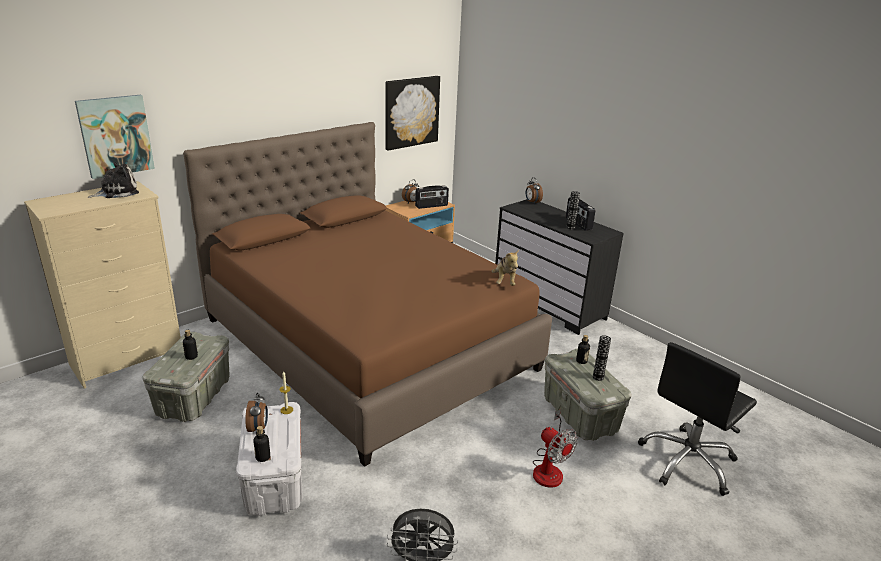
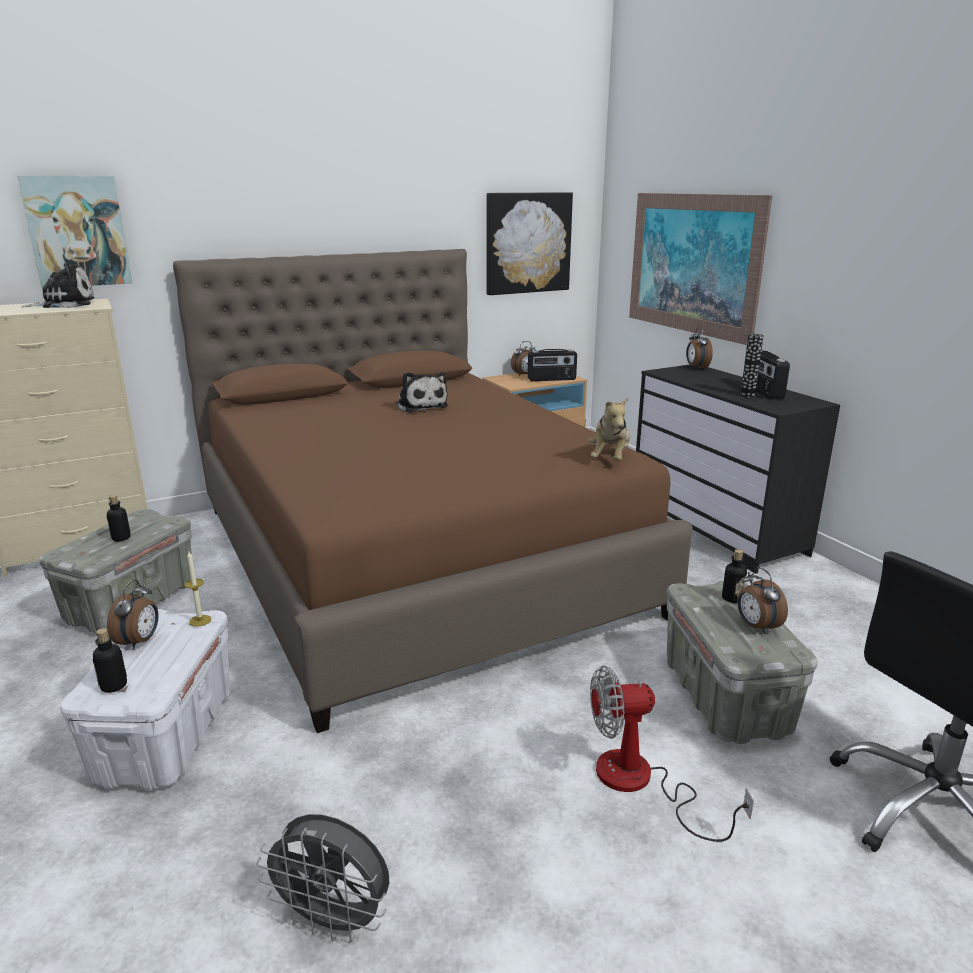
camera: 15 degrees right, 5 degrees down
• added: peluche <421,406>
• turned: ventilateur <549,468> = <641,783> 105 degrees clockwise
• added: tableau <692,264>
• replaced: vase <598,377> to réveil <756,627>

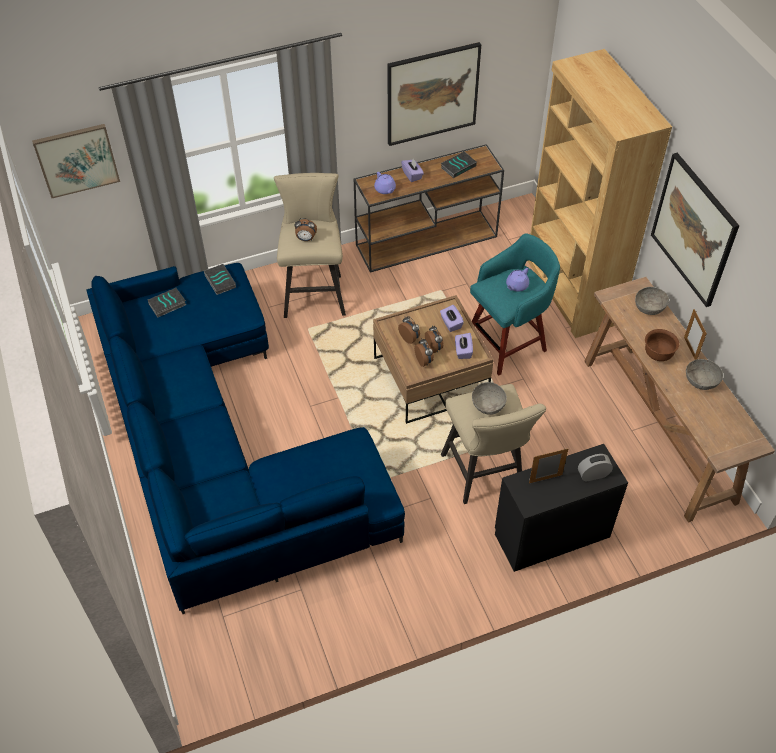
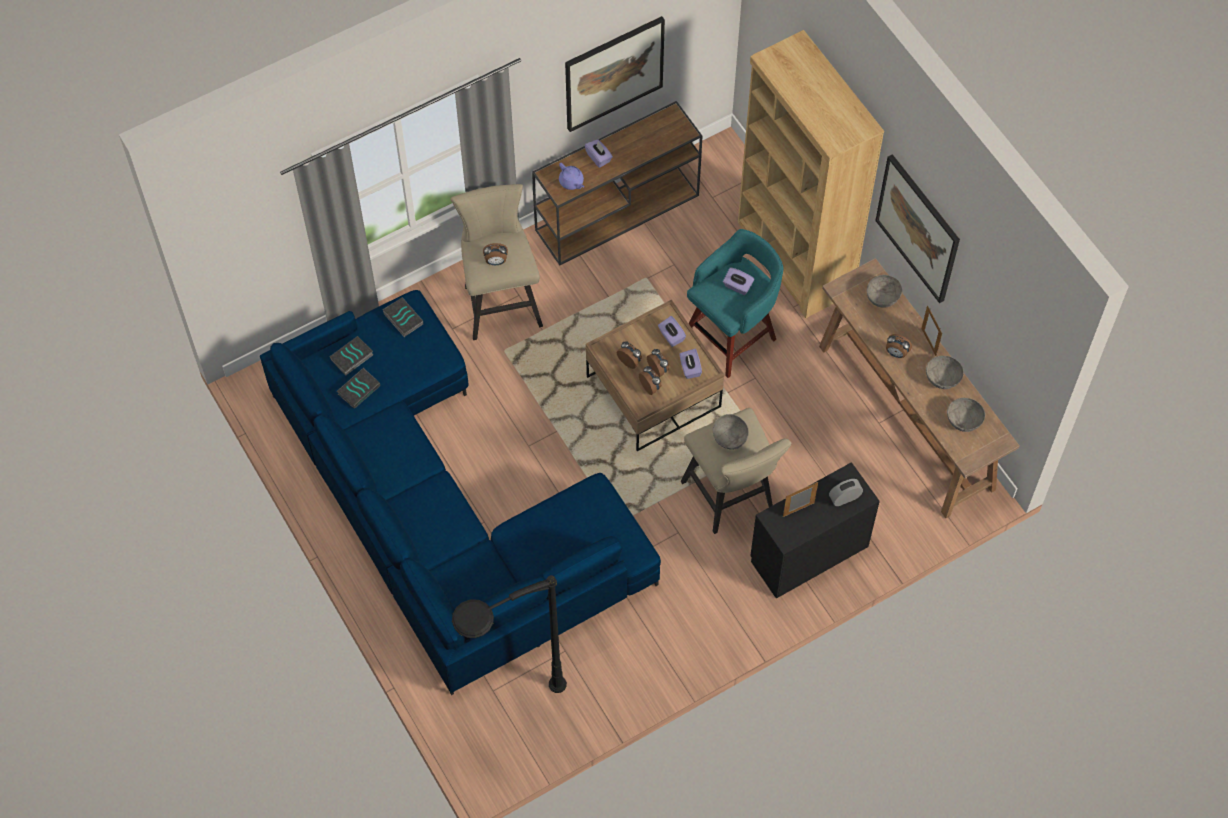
camera: 10 degrees left, 10 degrees up
• moved: livre <458,166> to <358,389>
• added: lampadaire (noir) <508,712>
• replaced: théière (violet) <516,286> to boîte à mouchoirs (violet) <737,286>
• replaced: bol (marron) <658,354> to réveil <896,353>
• added: bol (gris) <963,420>
• removed: tableau <77,160>

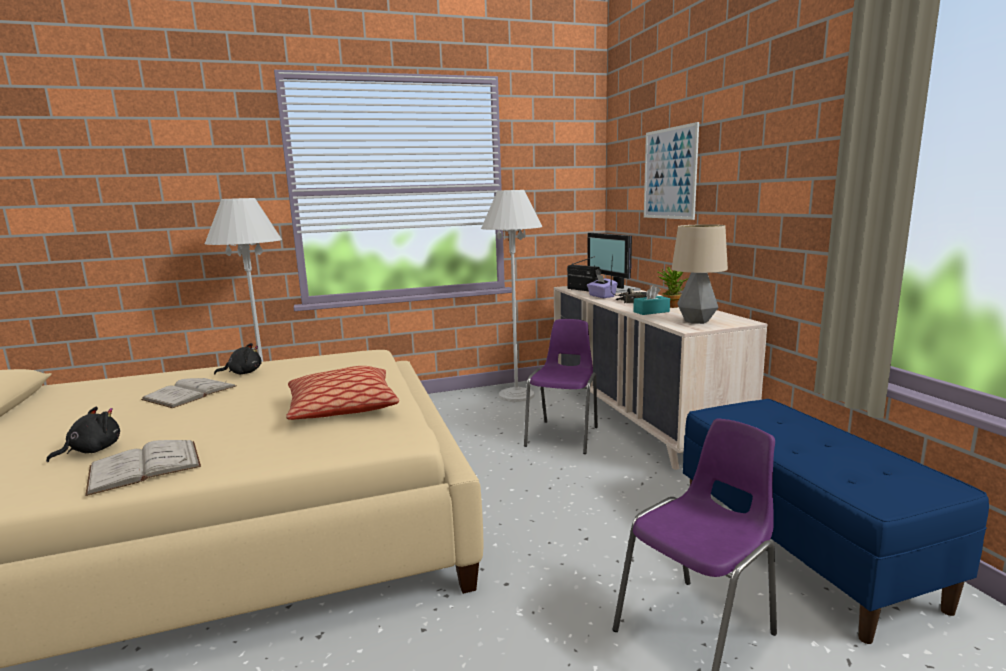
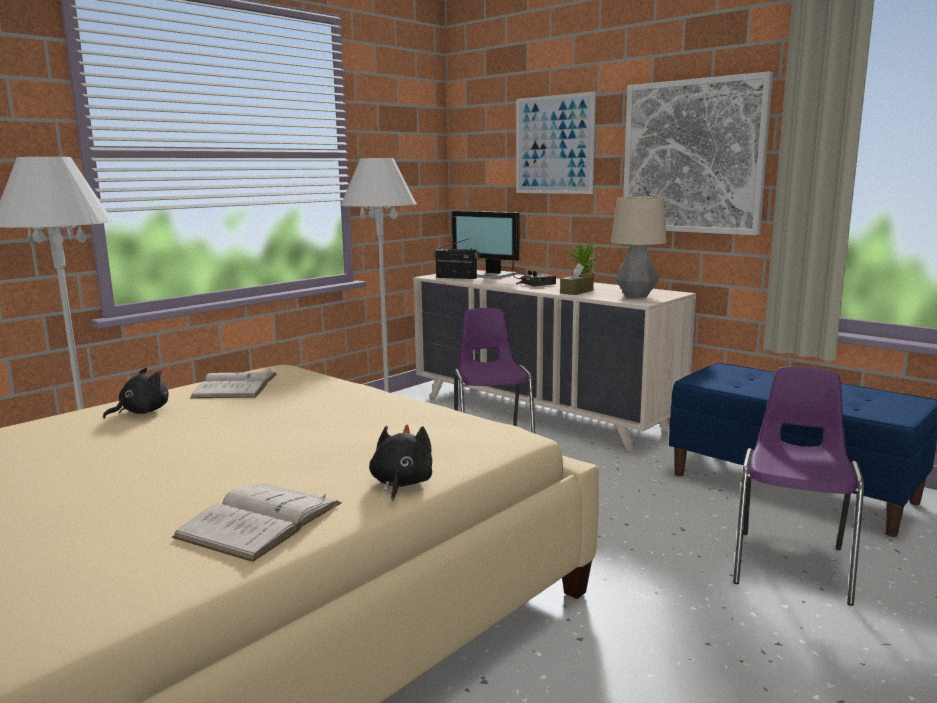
camera: 30 degrees left, 0 degrees up
• moved: livre (blanc) <190,393> to <235,386>
• moved: peluche (noir) <92,451> to <401,484>
• recoloured: boîte à mouchoirs (turquoise) <651,312> to boîte à mouchoirs (marron) <576,292>
• added: tableau <692,157>
• removed: coussin <342,408>
• removed: boîte à mouchoirs (violet) <601,296>

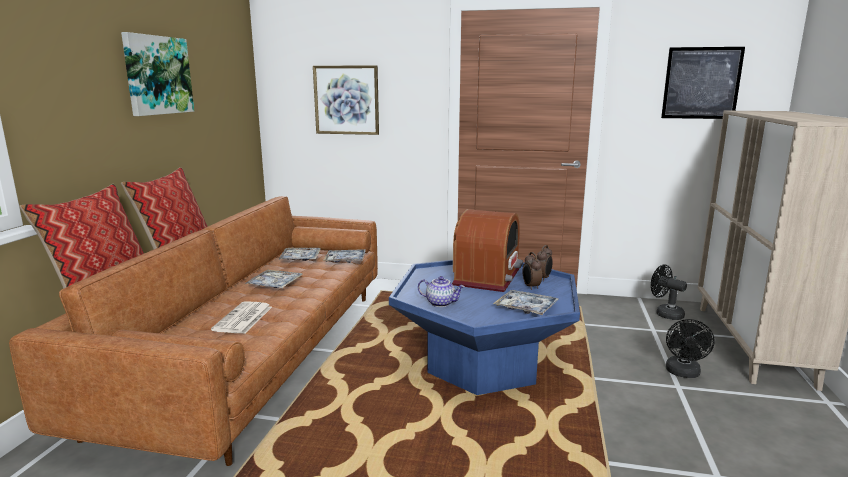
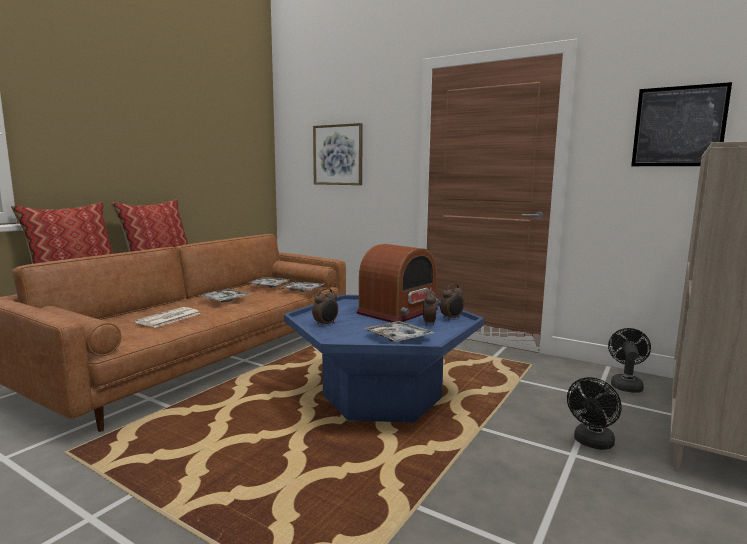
camera: 20 degrees right, 5 degrees down
• replaced: théière <441,303> to réveil <326,324>
• turned: ventilateur (noir) <665,314> = <625,385> 45 degrees clockwise
• removed: tableau <157,75>

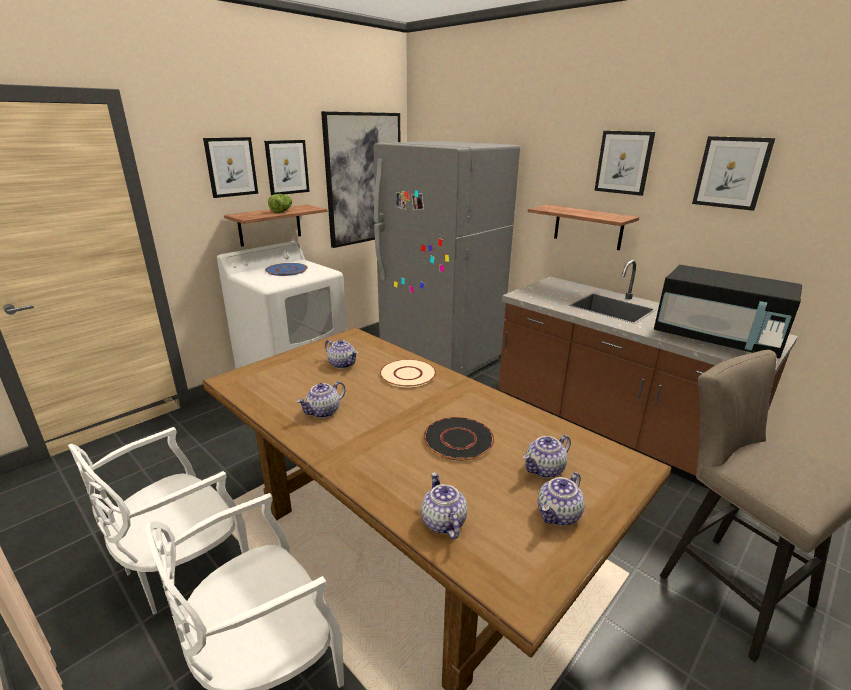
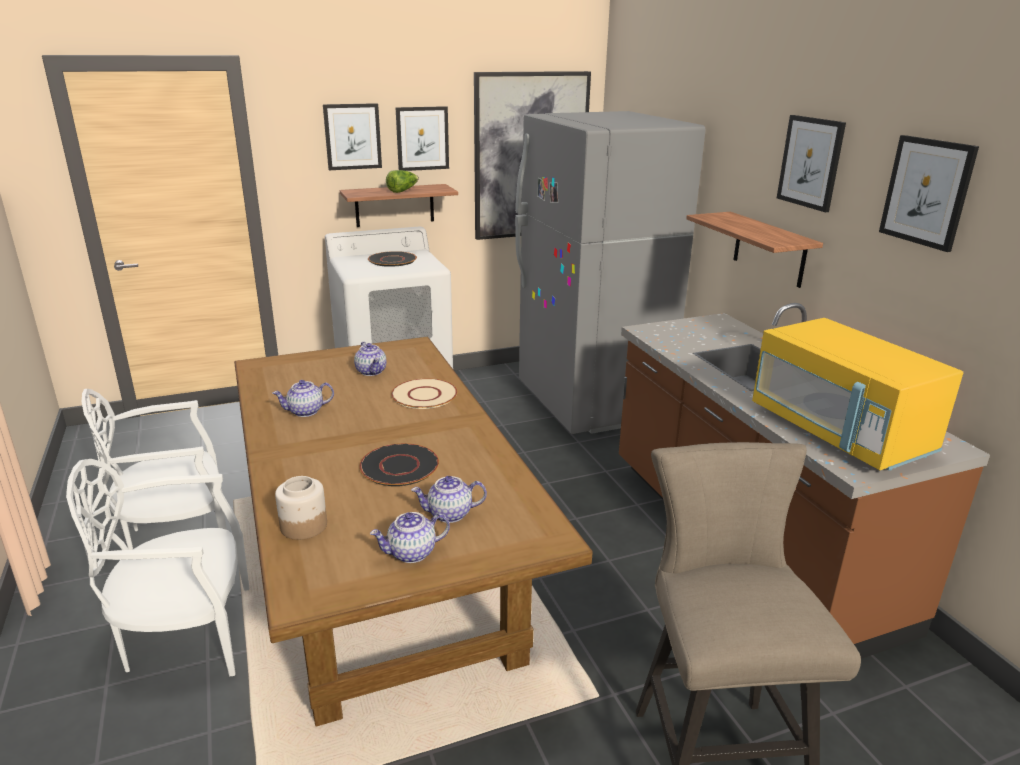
camera: 25 degrees right, 0 degrees up
• replaced: théière <442,522> to bocal <303,526>
• recoloured: assiette (bleu) <286,270> to assiette (noir) <392,260>
• recoloured: micro-ondes (noir) <716,340> to micro-ondes (jaune) <839,432>

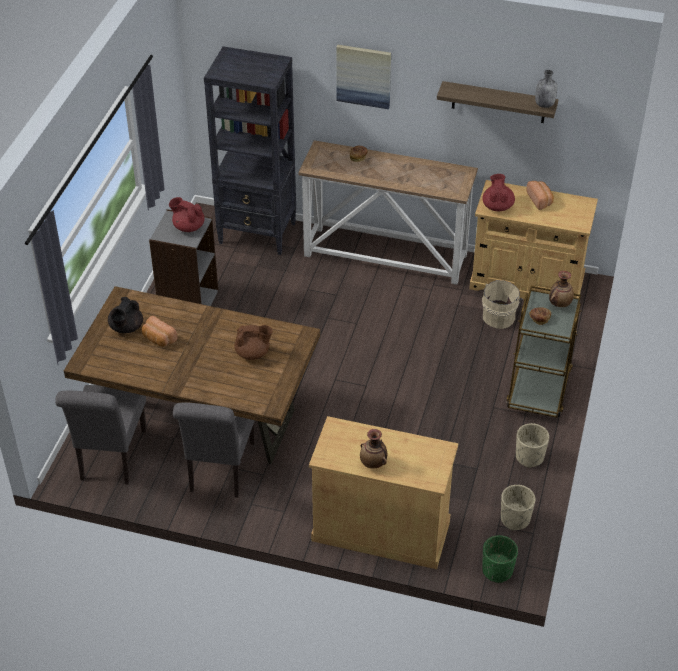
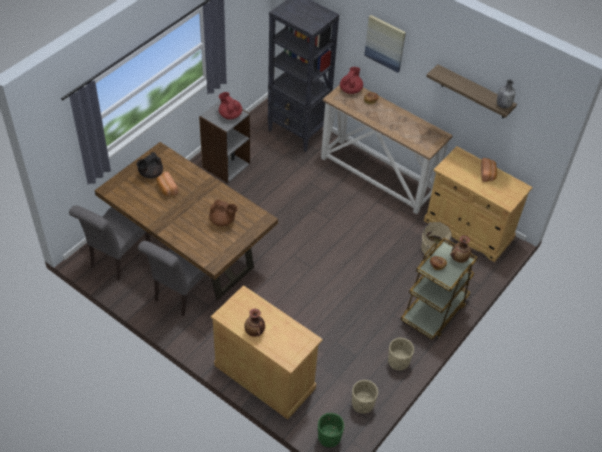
camera: 20 degrees right, 5 degrees up
• moved: théière (rouge) <497,206> to <351,90>

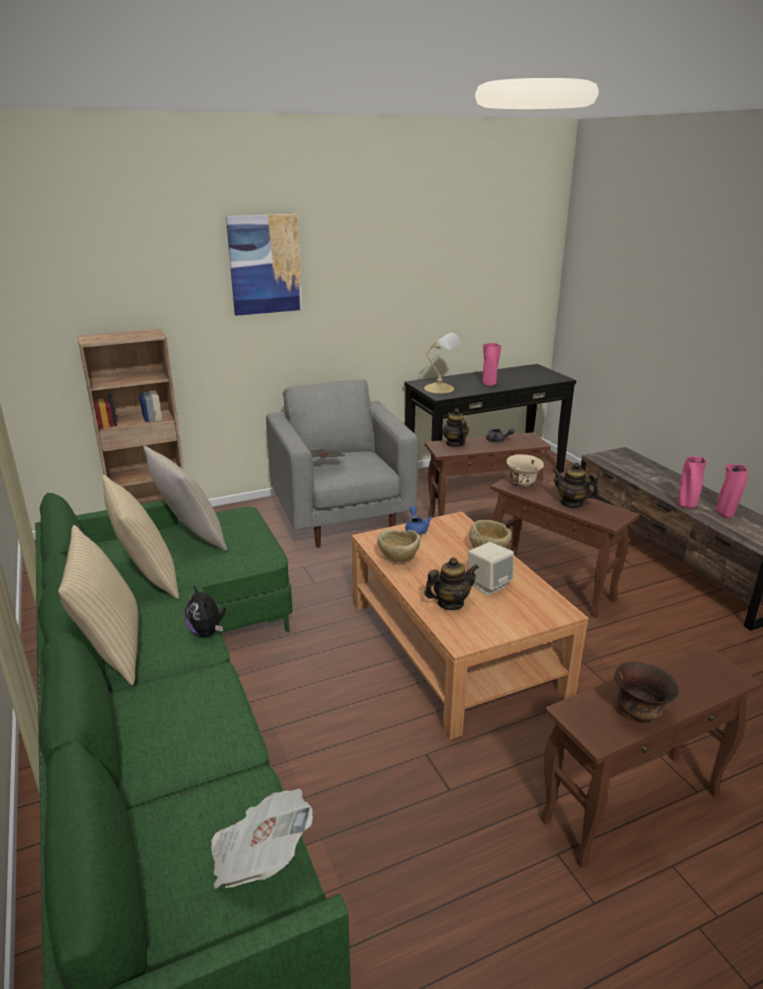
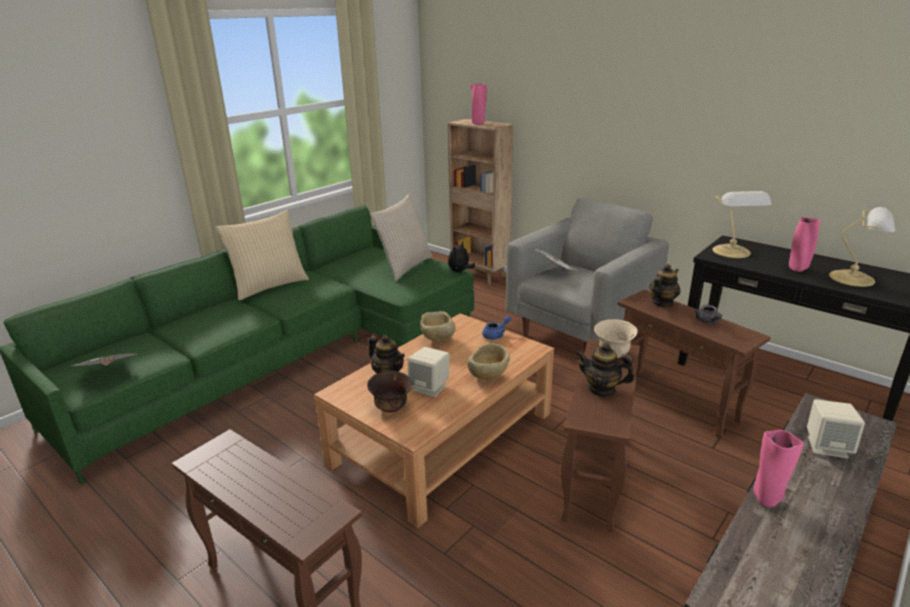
camera: 65 degrees right, 0 degrees up
• moved: bol (marron) <639,712> to <391,408>
• moved: peluche <207,632> to <460,272>
• moved: vase (rose) <725,515> to <479,123>
• turned: théière <572,503> = <601,389> 75 degrees counterclockwise
• added: enceinte (beige) <827,447>
• added: lampe de table <854,278>
• removed: coussin (beige) <147,578>
• removed: tableau <264,264>

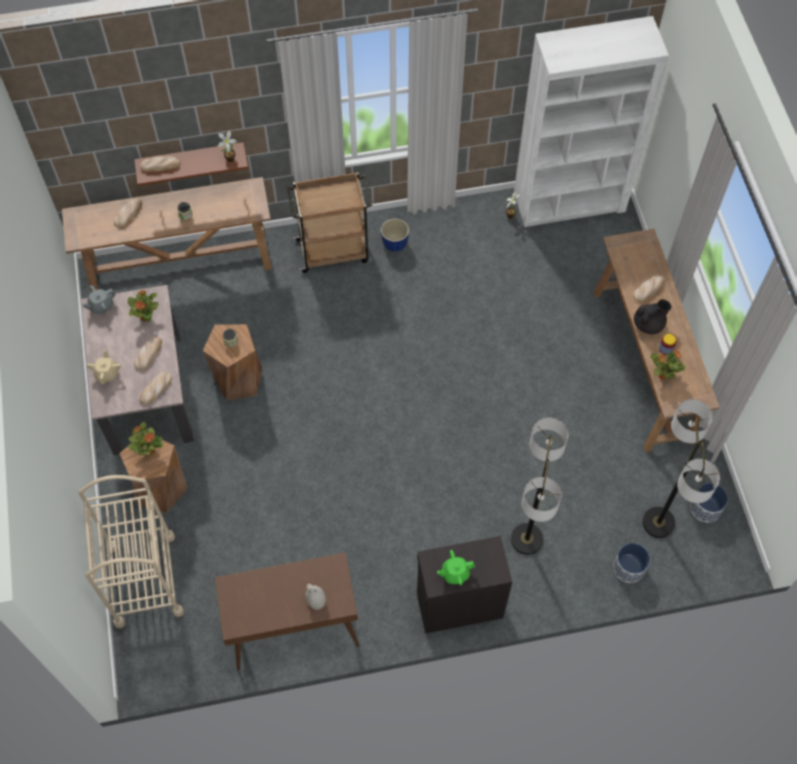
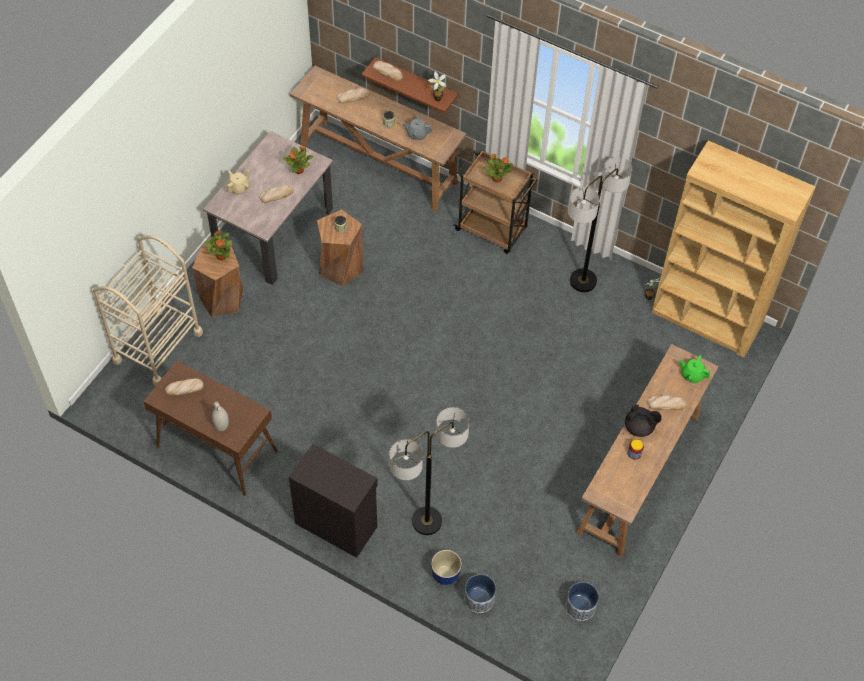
camera: 40 degrees right, 5 degrees down
• moved: pain <155,389> to <184,388>
• moved: théière (gris) <101,306> to <417,134>
• moved: cache-pot <395,244> to <445,575>
• moved: plante en pot <662,374> to <496,178>
• moved: lampadaire <658,522> to <583,281>
• recoloured: bibliothèque (blanc) <570,201> to bibliothèque (marron) <706,319>
• moved: théière (vert) <455,573> to <692,375>

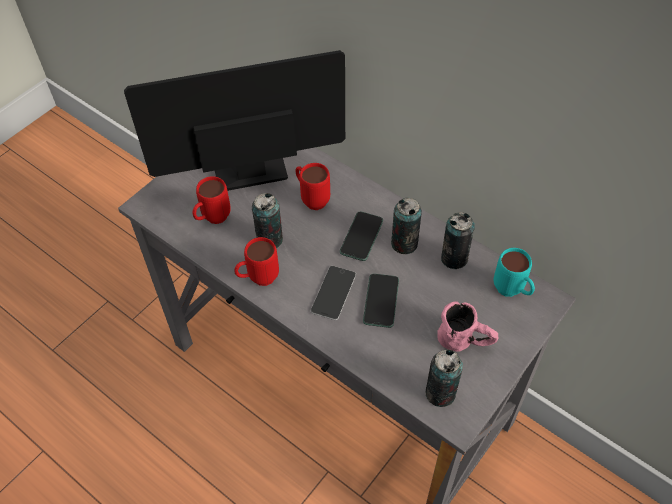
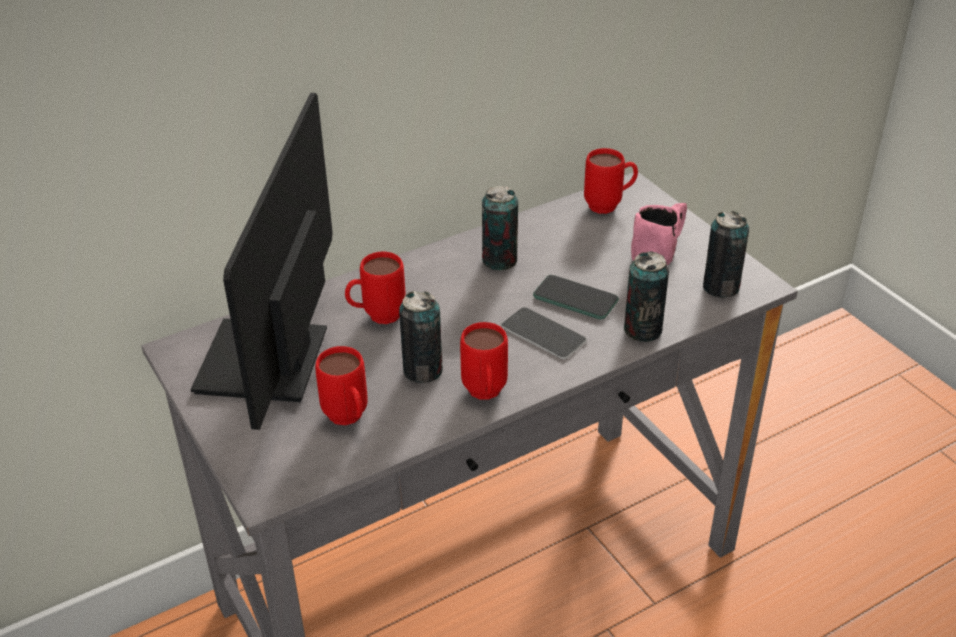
camera: 70 degrees left, 15 degrees down
• recoloured: mug (turquoise) <512,292> to mug (rouge) <609,205>
• moved: boîte métallique <454,258> to <642,330>
• removed: téléphone <361,237>

